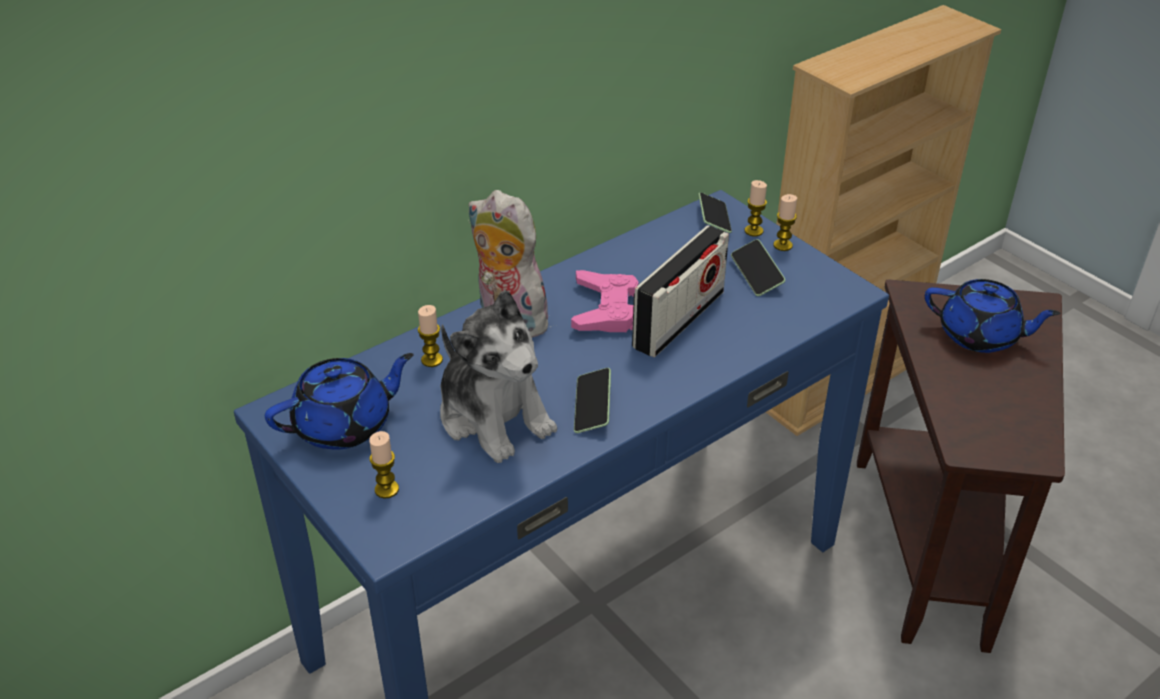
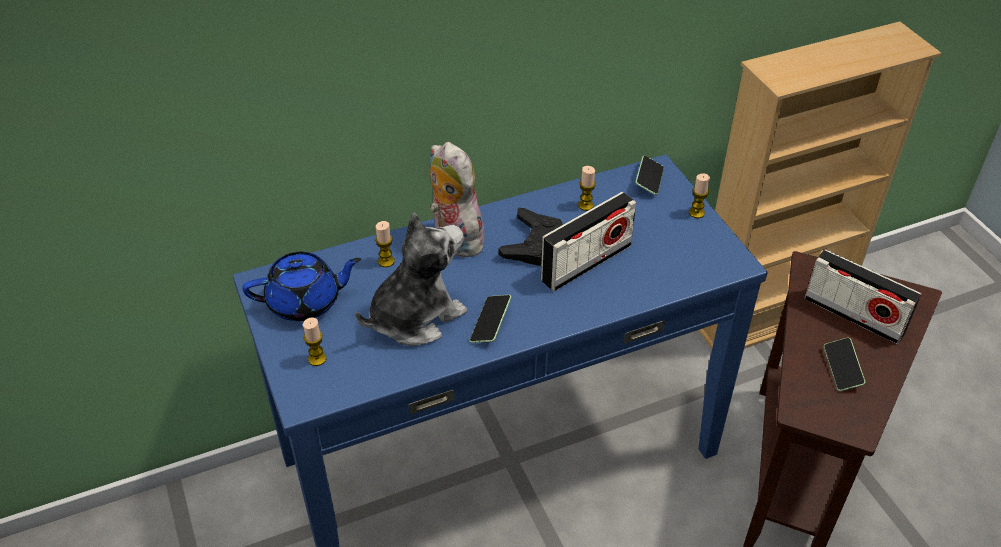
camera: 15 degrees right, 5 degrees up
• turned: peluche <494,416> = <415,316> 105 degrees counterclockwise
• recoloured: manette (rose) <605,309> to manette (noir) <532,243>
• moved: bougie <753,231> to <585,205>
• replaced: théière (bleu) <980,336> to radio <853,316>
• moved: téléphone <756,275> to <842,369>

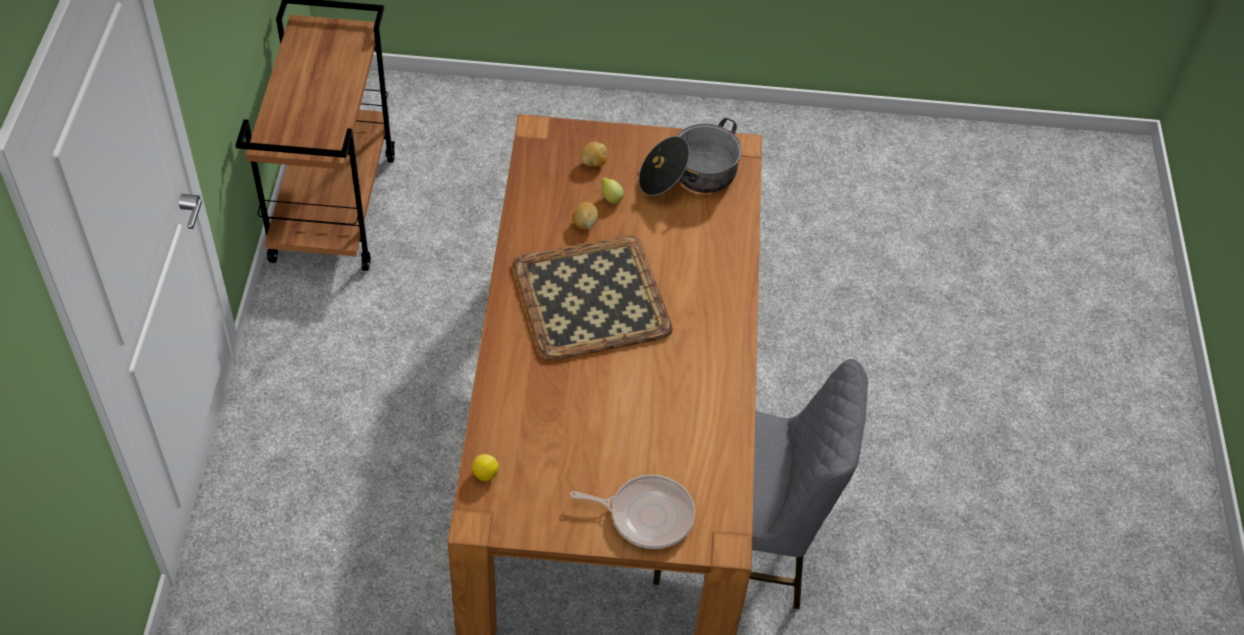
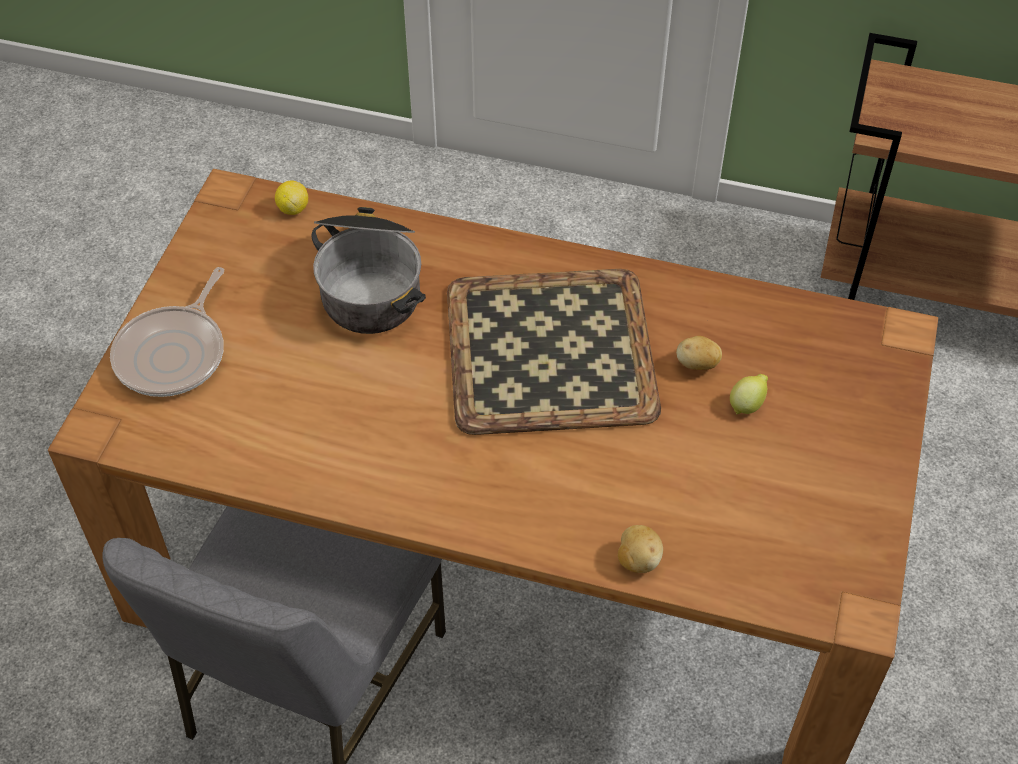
camera: 105 degrees right, 0 degrees up
• moved: marmite <689,176> to <370,283>
• moved: pomme de terre <594,163> to <637,560>

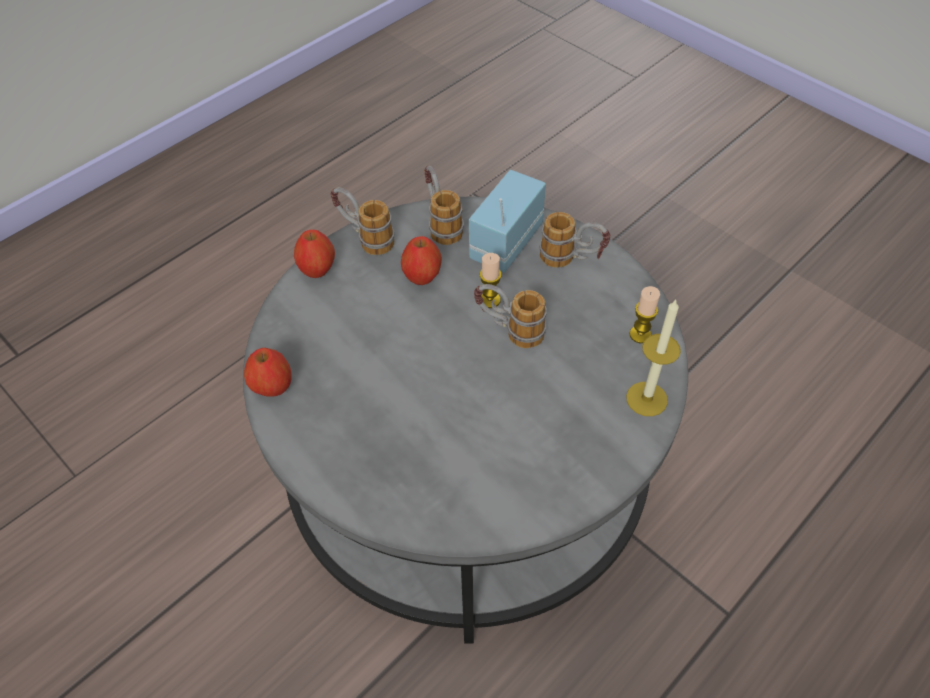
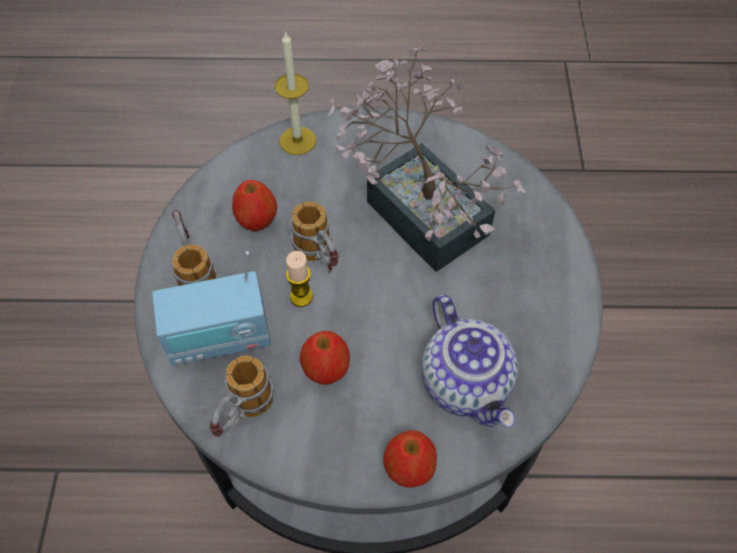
camera: 135 degrees left, 5 degrees up
• moved: pomme <272,387> to <257,220>
• added: plante en pot <419,208>
• added: théière <467,383>
• removed: mug <364,238>
• removed: bougie <640,334>

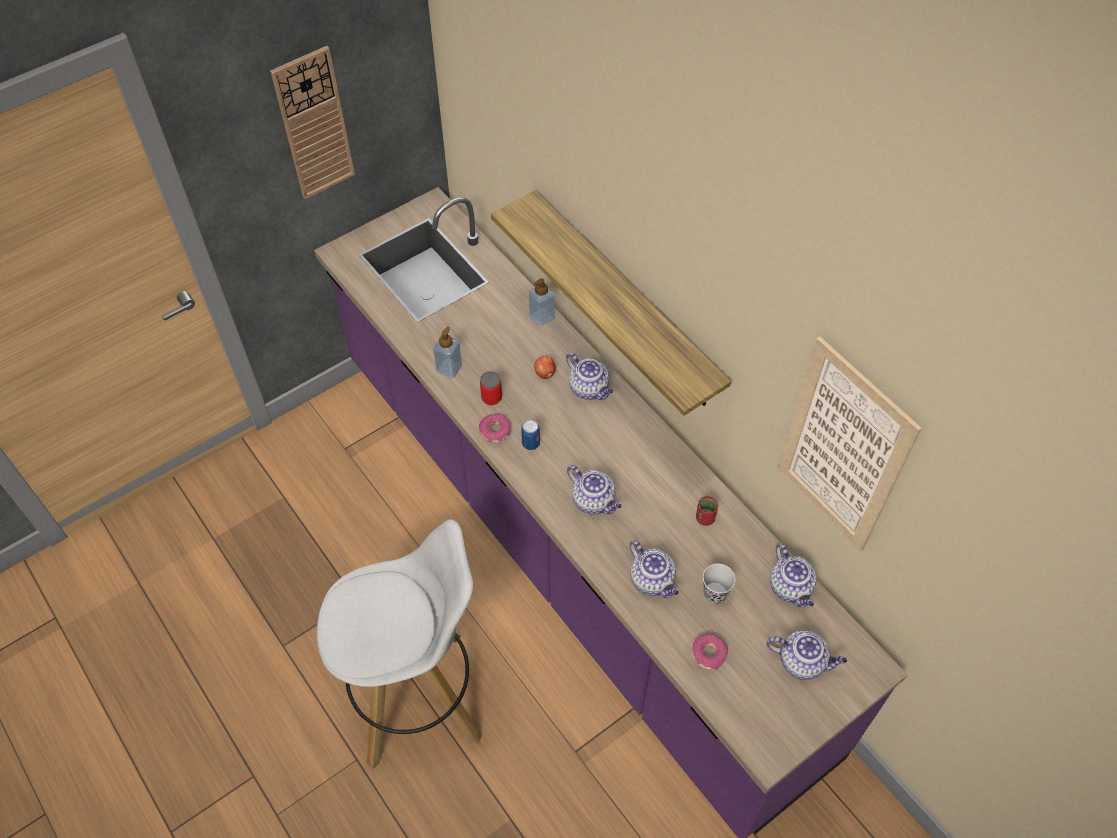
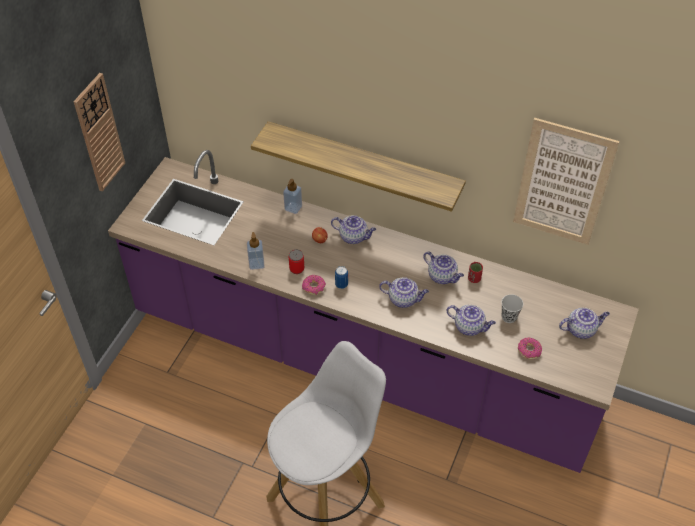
camera: 30 degrees left, 5 degrees down
• moved: théière <791,588> to <442,276>

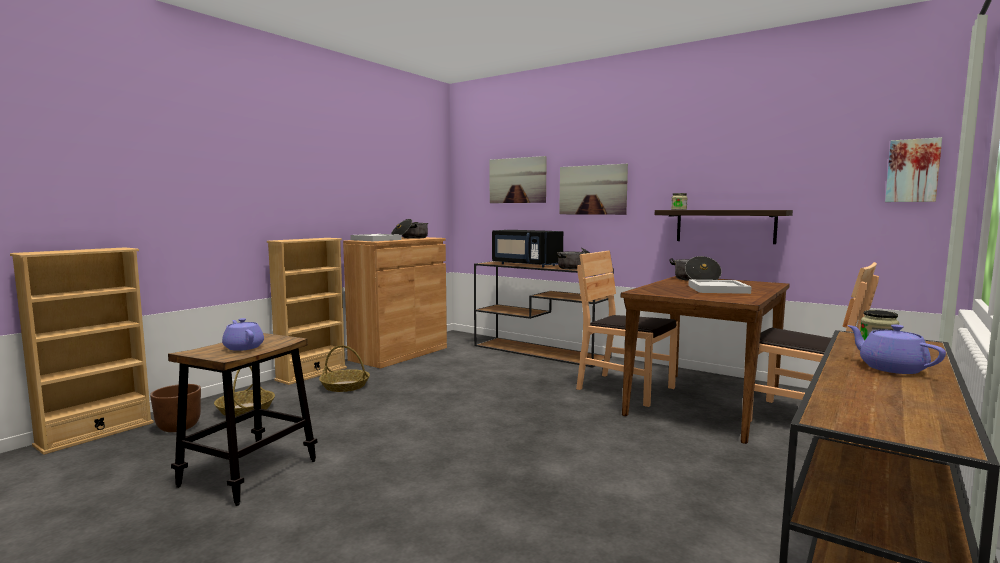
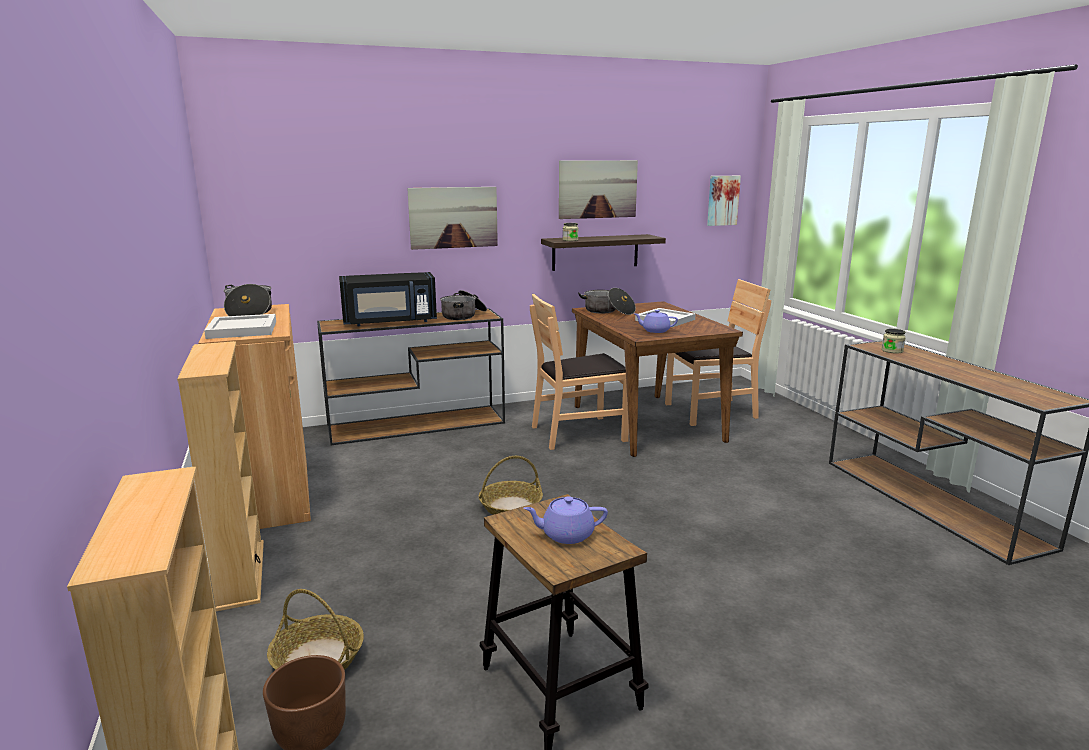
camera: 55 degrees left, 10 degrees up
• moved: panier <345,386> to <511,506>
• moved: tableau <517,180> to <597,189>
• moved: théière (violet) <891,368> to <655,331>

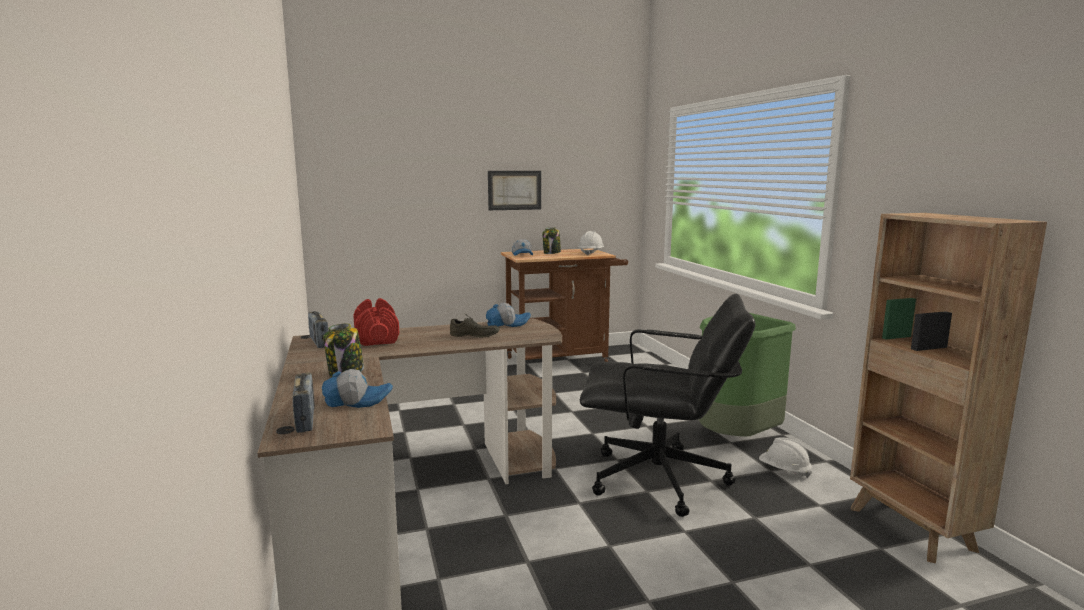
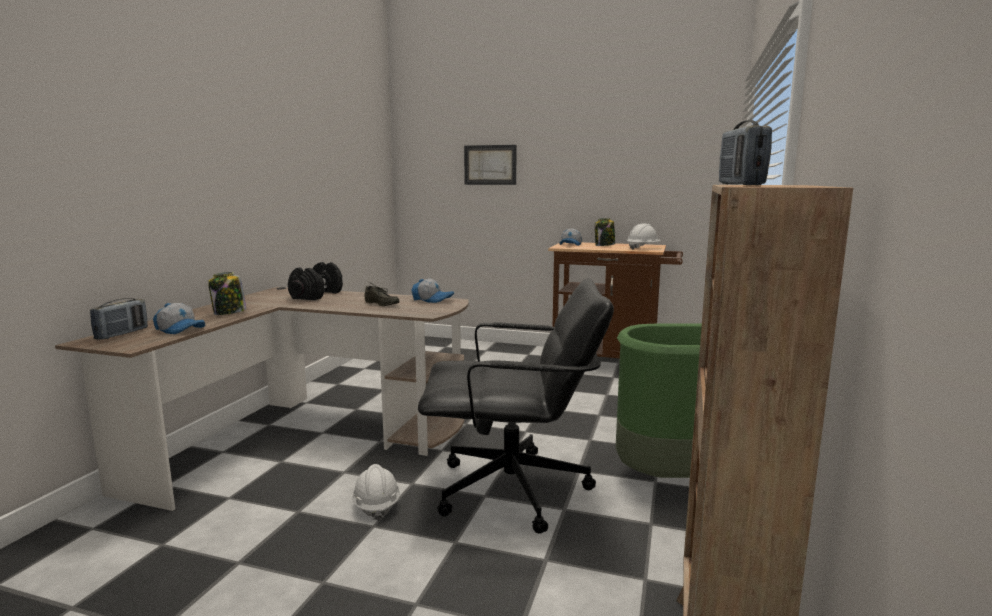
camera: 35 degrees right, 0 degrees up
• recoloured: haltère (rouge) <376,337> to haltère (noir) <316,295>
• moved: casque de chantier (blanc) <784,471> to <376,506>
• turned: chaise de bureau (noir) <660,480> = <514,491> 45 degrees counterclockwise
• moved: tableau <514,190> to <490,165>
• moved: radio <319,343> to <740,185>

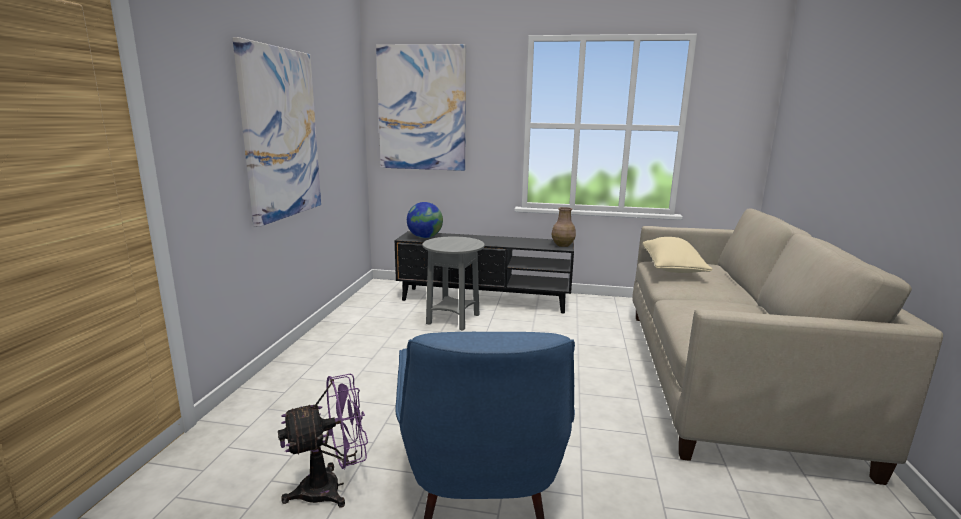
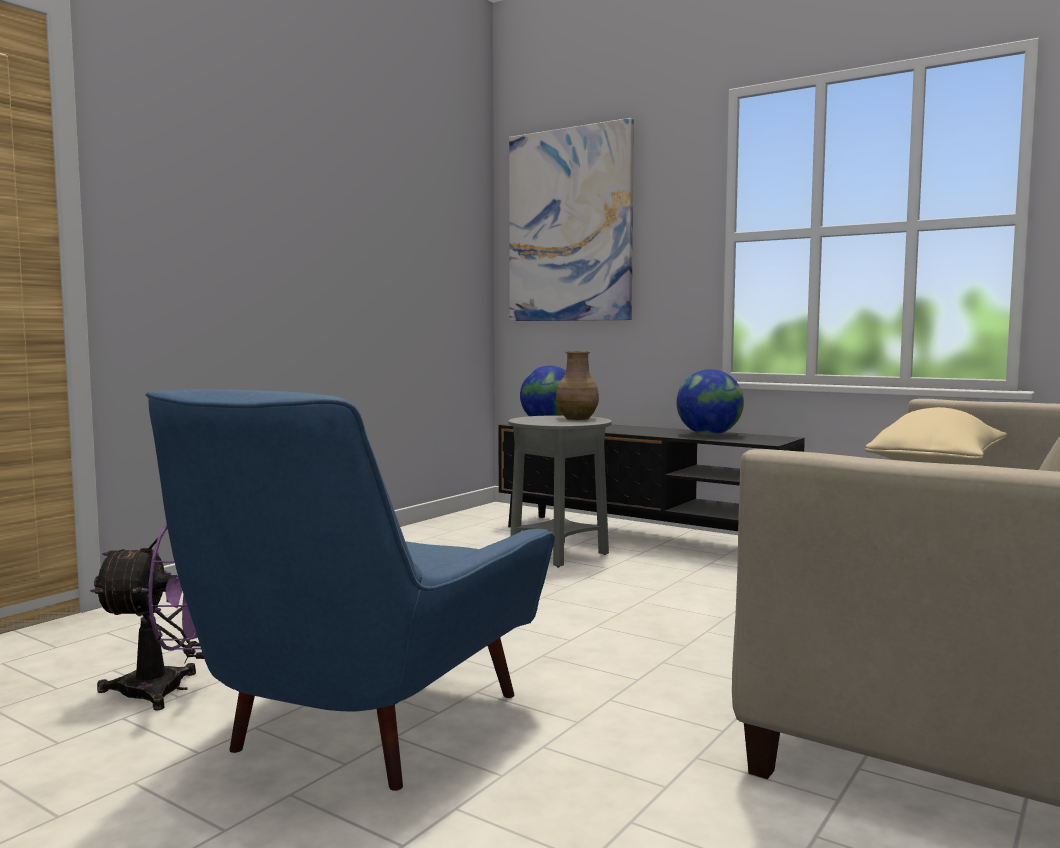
camera: 25 degrees right, 10 degrees down
• moved: vase (marron) <563,245> to <578,418>
• added: globe <709,435>
• removed: tableau <281,134>

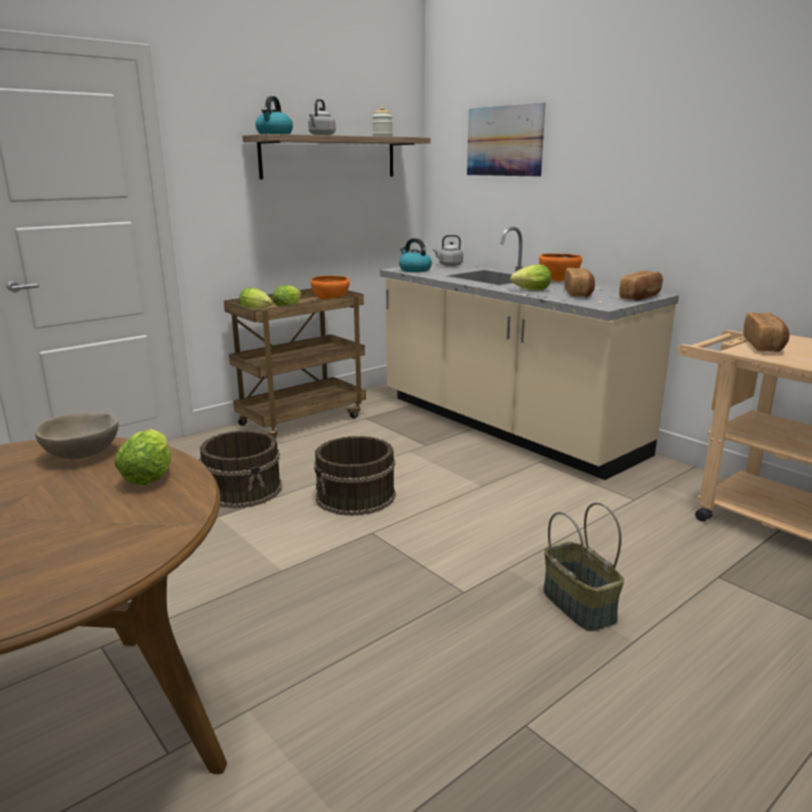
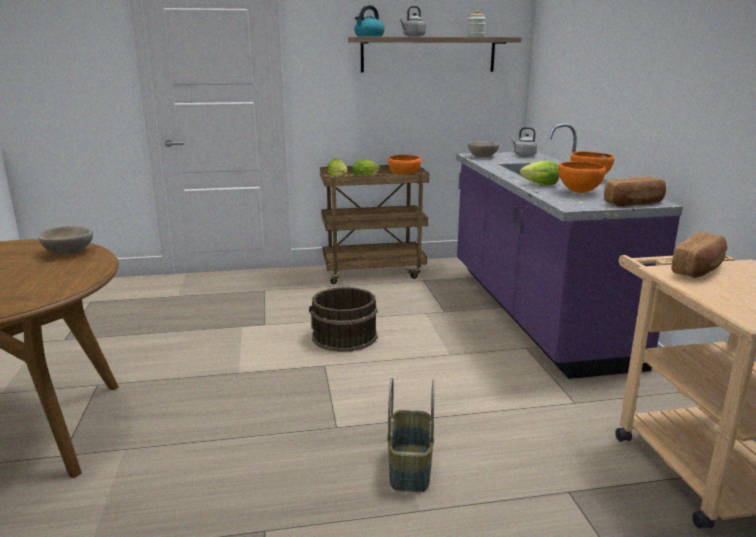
camera: 30 degrees right, 0 degrees up
• recoloured: comptoir de cuisine (beige) <505,426> to comptoir de cuisine (violet) <533,311>
• replaced: bouilloire <414,270> to bol (beige) <482,157>
• replaced: pain <579,293> to bol (orange) <578,192>
• removed: laitue <150,475>
• removed: seau (marron) <244,489>
• removed: tableau <504,141>

